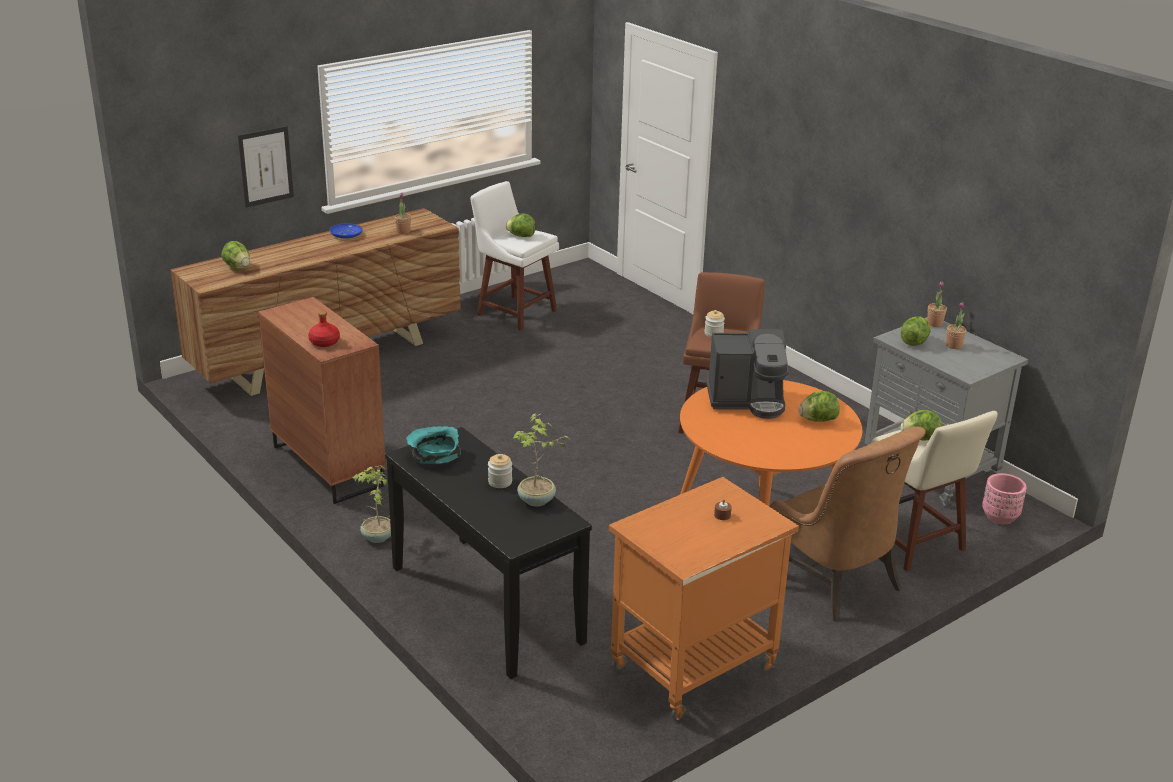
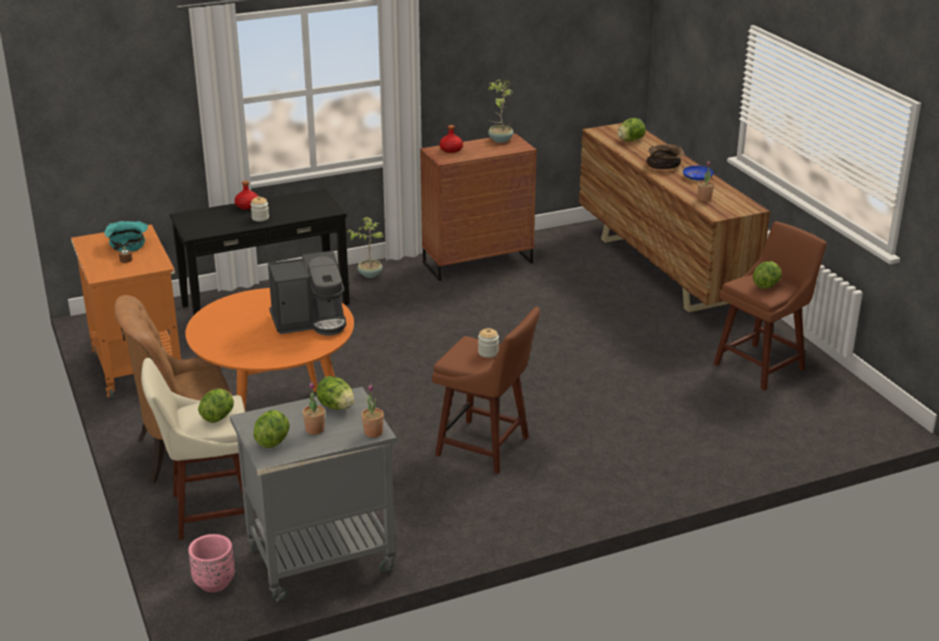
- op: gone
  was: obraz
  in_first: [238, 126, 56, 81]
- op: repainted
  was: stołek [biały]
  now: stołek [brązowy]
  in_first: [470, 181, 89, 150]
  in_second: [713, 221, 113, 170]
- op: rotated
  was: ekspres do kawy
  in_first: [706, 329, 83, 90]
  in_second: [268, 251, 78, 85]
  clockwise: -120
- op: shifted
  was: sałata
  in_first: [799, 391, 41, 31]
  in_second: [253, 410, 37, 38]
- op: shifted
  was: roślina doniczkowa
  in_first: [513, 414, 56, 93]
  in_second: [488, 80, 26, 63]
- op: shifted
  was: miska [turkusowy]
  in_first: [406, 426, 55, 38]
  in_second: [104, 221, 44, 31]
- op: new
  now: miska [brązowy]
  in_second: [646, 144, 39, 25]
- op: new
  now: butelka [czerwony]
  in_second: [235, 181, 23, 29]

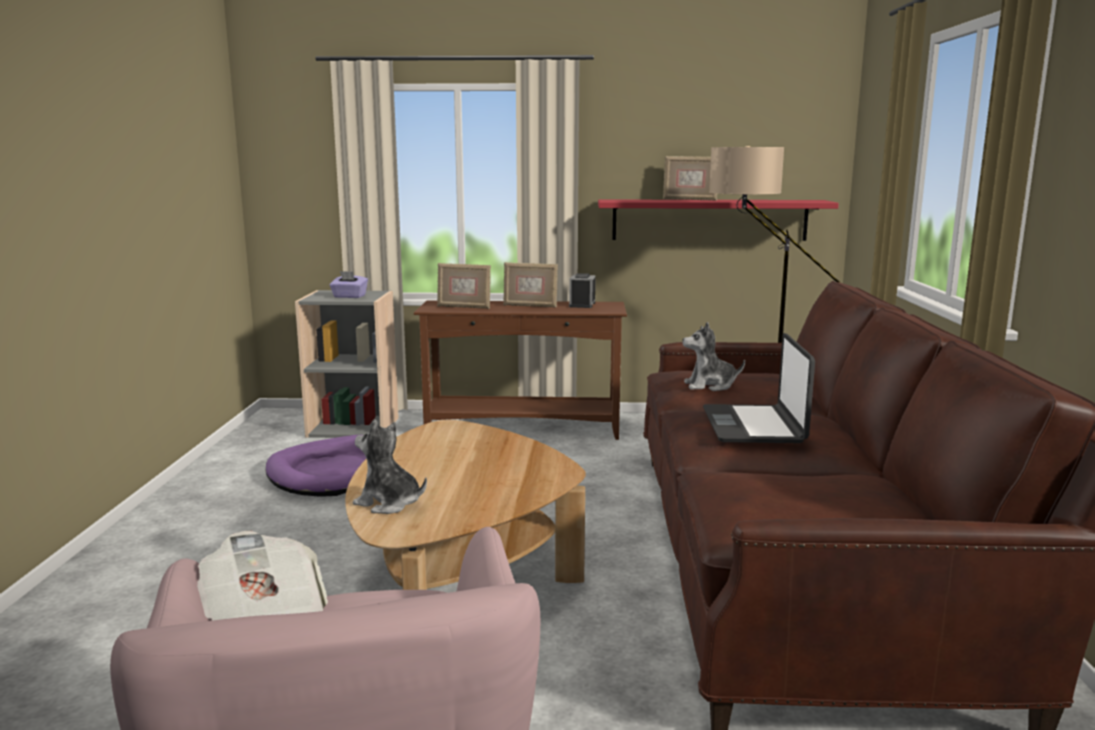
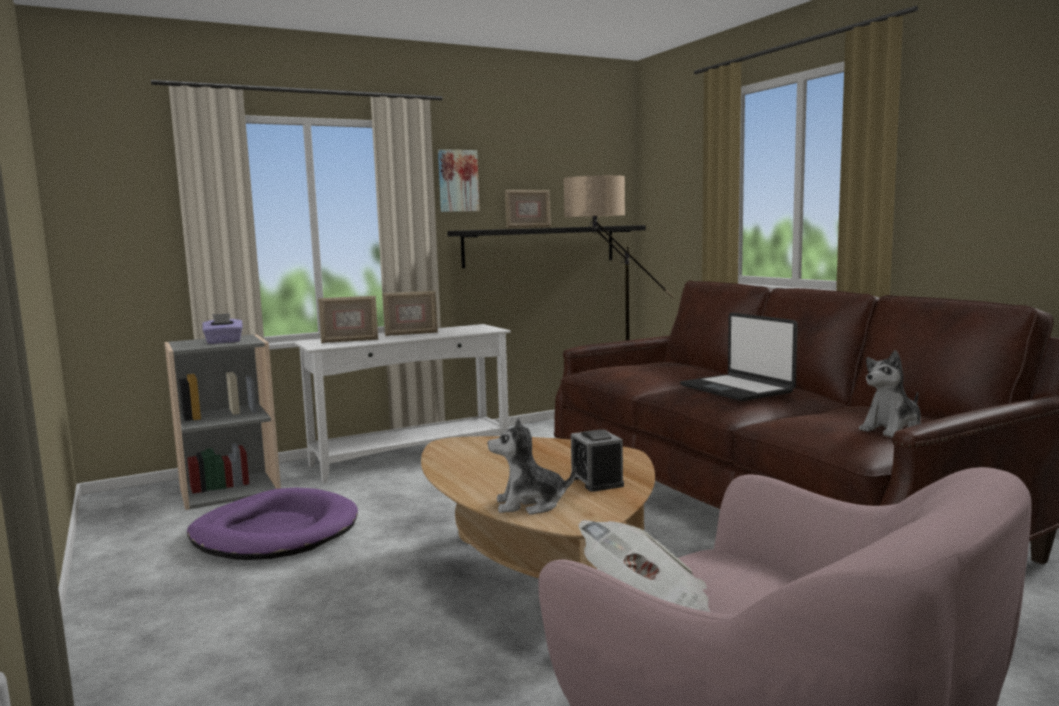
- op: repainted
  was: półka [czerwony]
  now: półka [czarny]
  in_first: [598, 200, 241, 41]
  in_second: [447, 225, 199, 43]
- op: shifted
  was: budzik
  in_first: [569, 273, 27, 35]
  in_second: [571, 429, 53, 63]
- op: repainted
  was: stolik konsolowy [brązowy]
  now: stolik konsolowy [biały]
  in_first: [414, 300, 213, 140]
  in_second: [293, 324, 218, 160]
- op: shifted
  was: pluszak
  in_first: [682, 322, 63, 69]
  in_second: [859, 350, 62, 87]
- op: new
  now: obraz
  in_second: [438, 149, 42, 63]

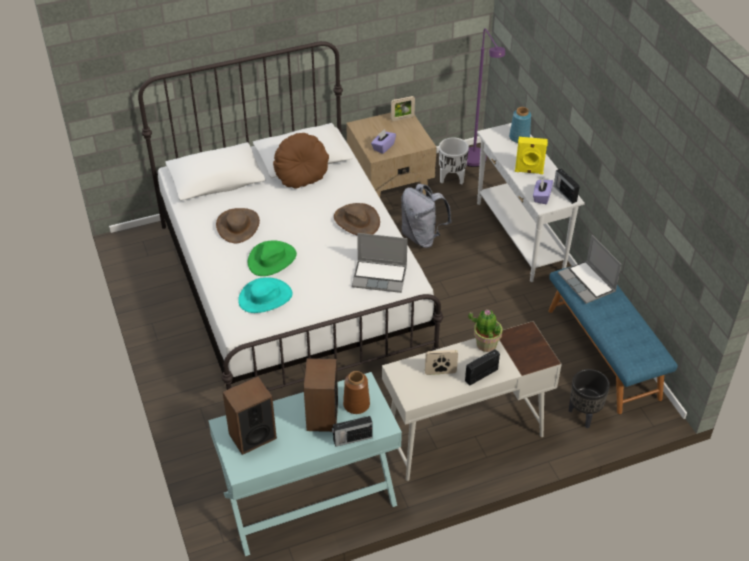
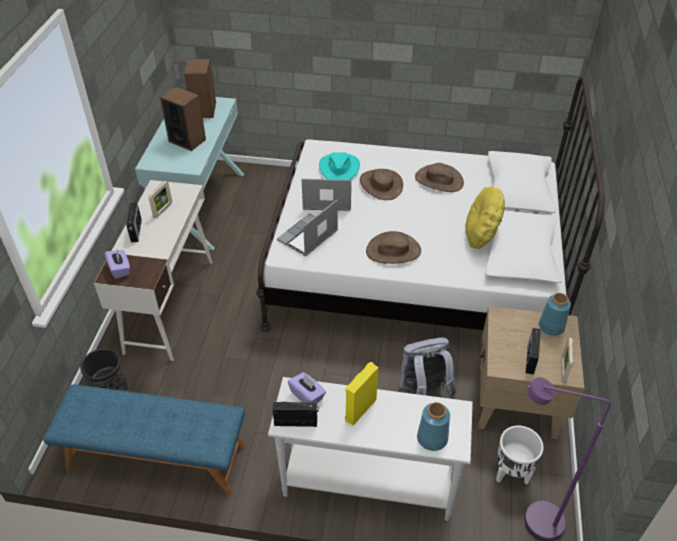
- op: shifted
  was: pudełko chusteczek [fioletowy]
  in_first: [371, 129, 25, 25]
  in_second: [105, 248, 25, 31]
- op: repainted
  was: poduszka [brązowy]
  now: poduszka [żółty]
  in_first: [273, 133, 56, 56]
  in_second: [465, 187, 40, 62]
- op: shifted
  was: laptop
  in_first: [558, 235, 64, 69]
  in_second: [301, 179, 51, 32]
- op: repainted
  was: kapelusz [zielony]
  now: kapelusz [brązowy]
  in_first: [248, 240, 49, 36]
  in_second: [360, 169, 43, 31]
- op: gone
  was: roślina doniczkowa
  in_first: [468, 309, 35, 43]
- op: gone
  was: wazon [brązowy]
  in_first: [343, 371, 27, 43]
- op: shifted
  was: radio
  in_first: [332, 416, 40, 31]
  in_second: [526, 328, 15, 47]
- op: new
  now: wazon [niebieski]
  in_second: [539, 293, 32, 43]

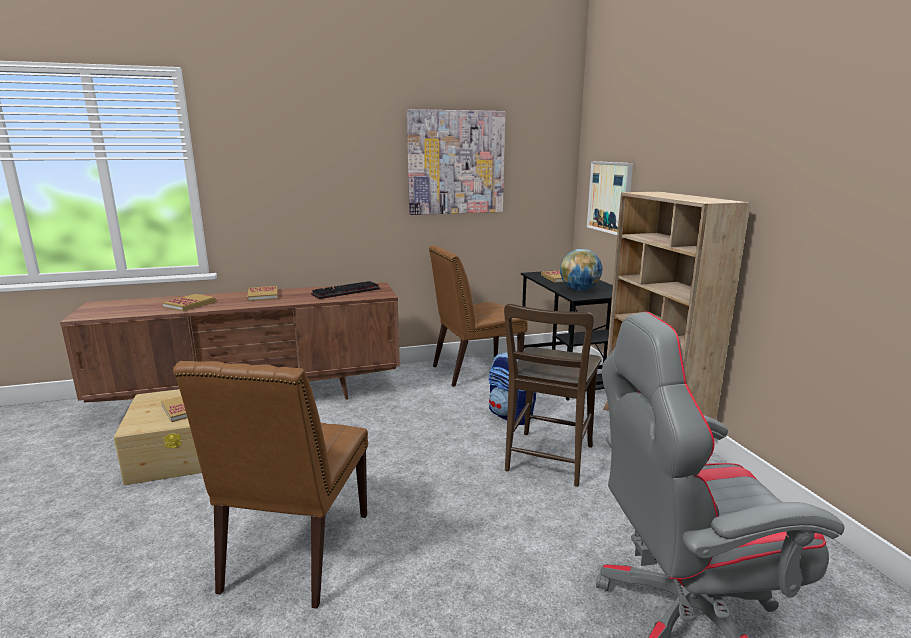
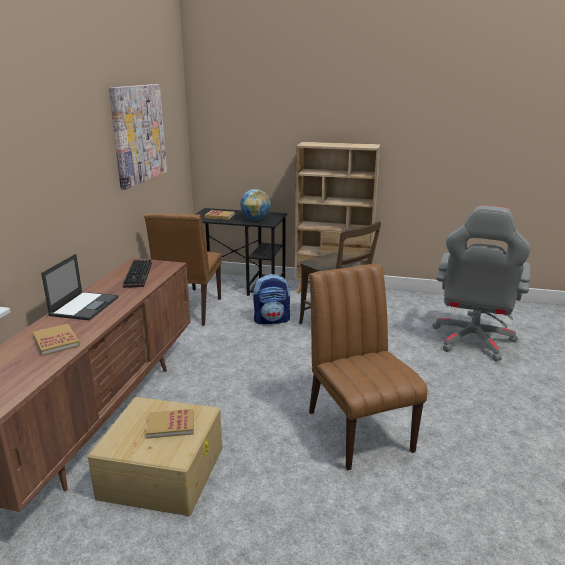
- op: gone
  was: obraz
  in_first: [587, 161, 46, 74]
- op: swapped
  was: książka
  now: laptop
  in_first: [247, 286, 30, 15]
  in_second: [41, 254, 78, 67]
- op: rotated
  was: krzesło [brązowy]
  in_first: [173, 361, 195, 248]
  in_second: [309, 264, 118, 206]
  clockwise: -150

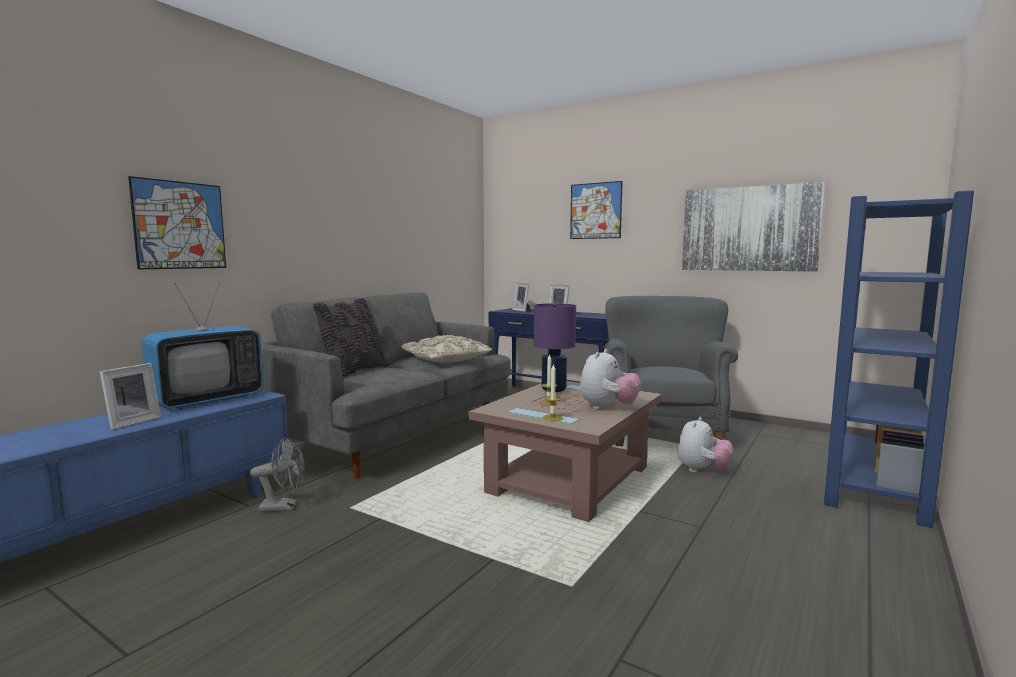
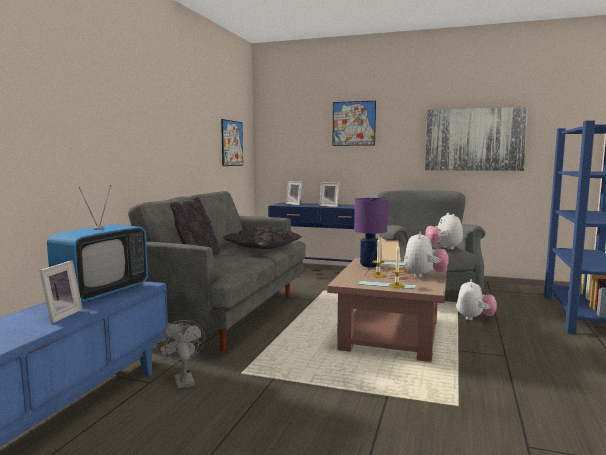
- op: shifted
  was: obraz
  in_first: [128, 176, 98, 93]
  in_second: [221, 119, 22, 47]
- op: repainted
  was: poduszka [beżowy]
  now: poduszka [czarny]
  in_first: [401, 335, 91, 28]
  in_second: [223, 226, 78, 23]
- op: rotated
  was: wentylator [szary]
  in_first: [250, 438, 55, 74]
  in_second: [156, 320, 49, 69]
  clockwise: -90
- op: new
  now: pluszak
  in_second: [425, 212, 38, 38]

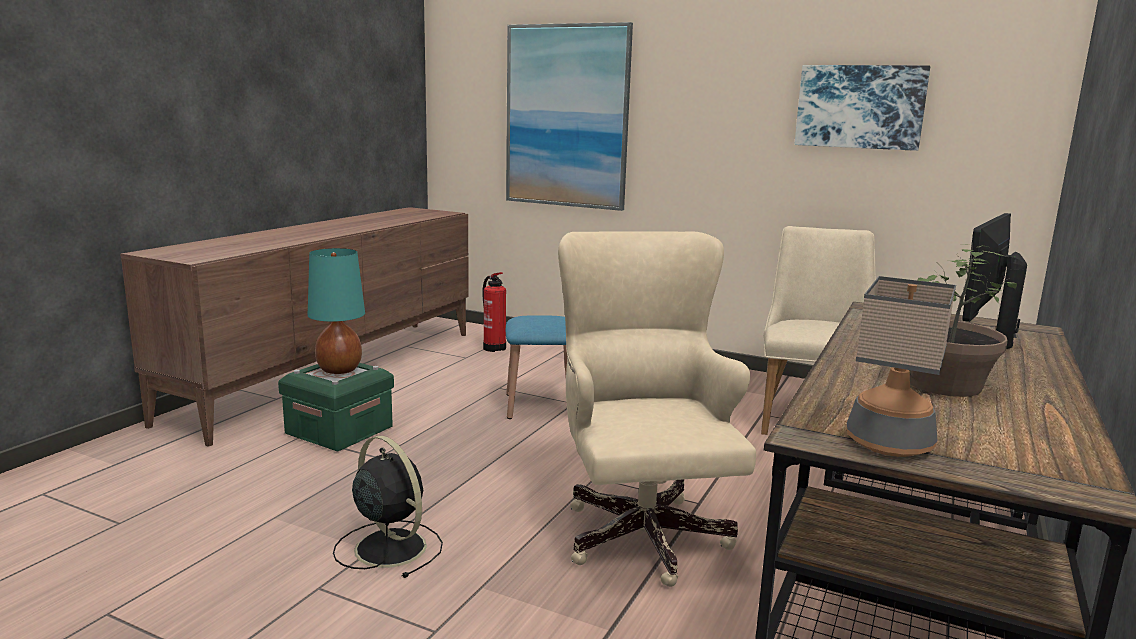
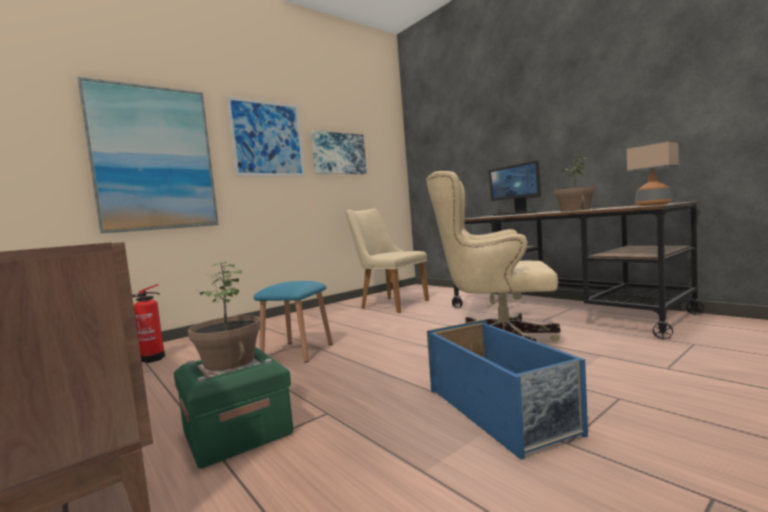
- op: swapped
  was: lampa stołowa [turkusowy]
  now: roślina doniczkowa
  in_first: [308, 248, 57, 126]
  in_second: [188, 261, 73, 110]
- op: swapped
  was: wentylator [czarny]
  now: pojemnik do przechowywania [niebieski]
  in_first: [333, 436, 110, 142]
  in_second: [427, 319, 161, 140]
- op: new
  now: obraz
  in_second: [226, 96, 79, 80]

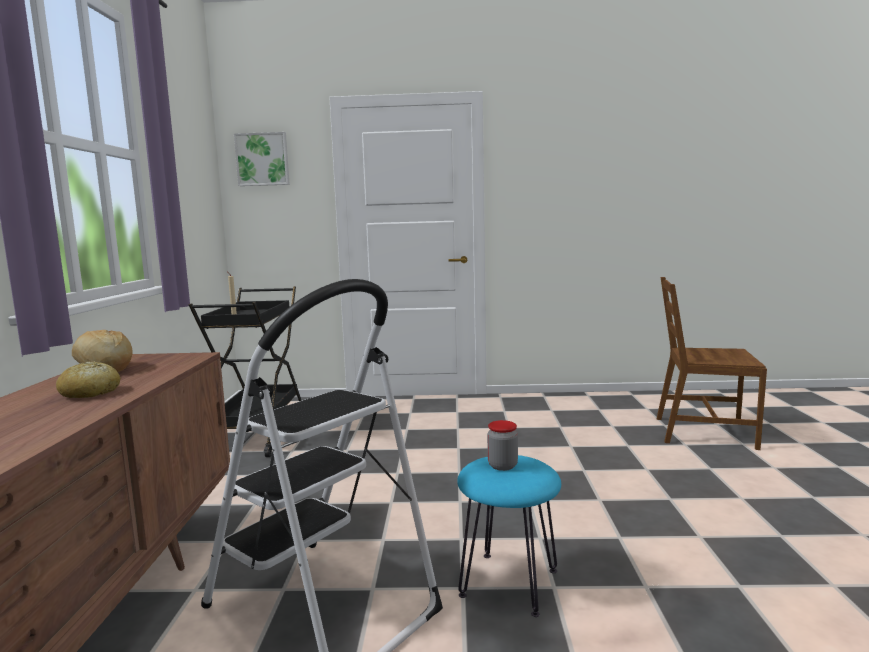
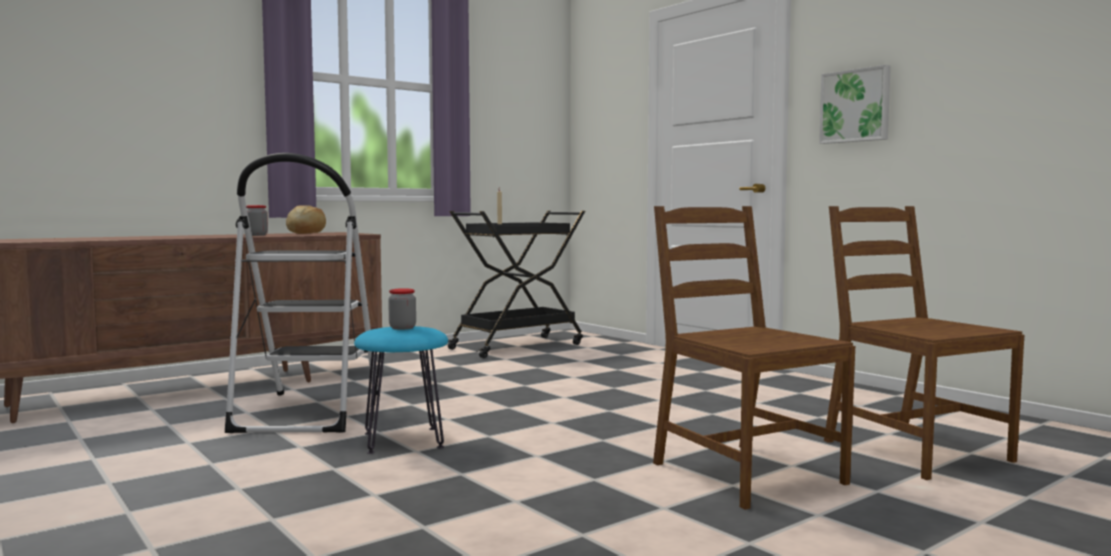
- op: shifted
  was: obraz
  in_first: [234, 132, 56, 54]
  in_second: [819, 65, 72, 79]
- op: swapped
  was: chleb
  now: słoik
  in_first: [56, 361, 65, 37]
  in_second: [246, 205, 22, 31]
- op: new
  now: krzesło [brązowy]
  in_second: [653, 206, 202, 304]

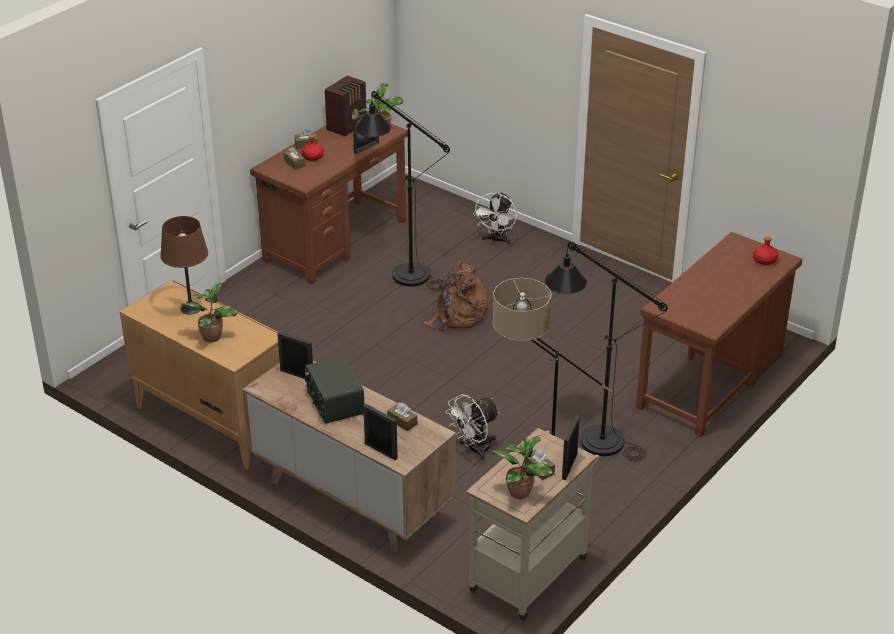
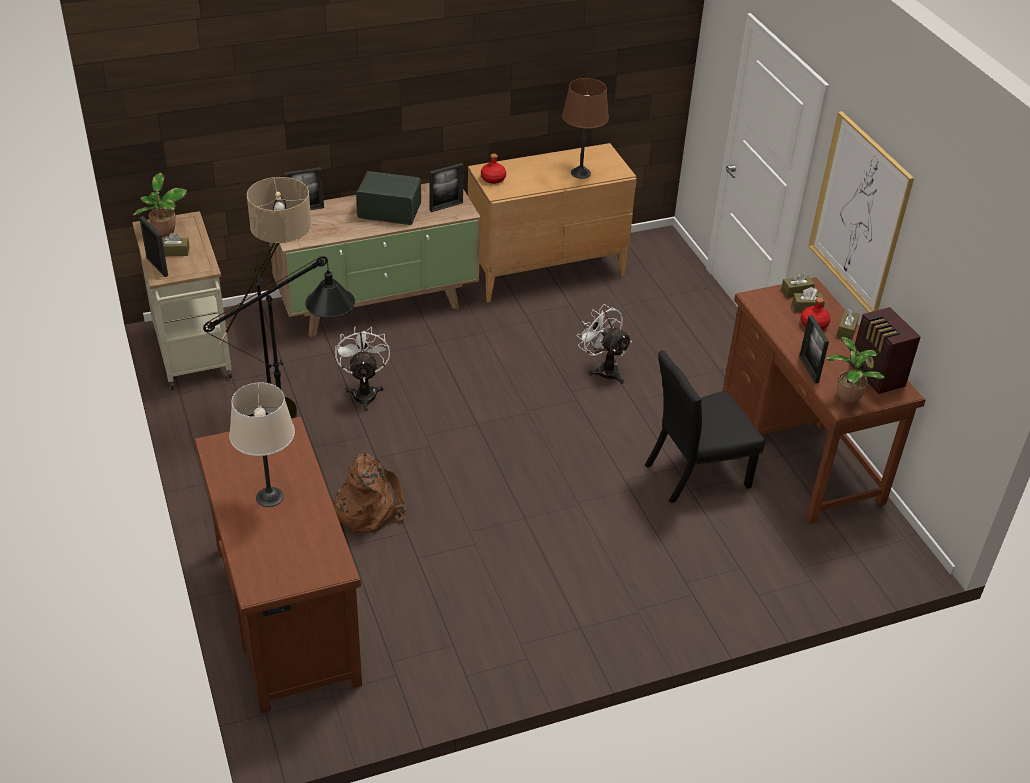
- op: swapped
  was: lampa stojąca [czarny]
  now: krzesło [czarny]
  in_first: [355, 91, 95, 201]
  in_second: [645, 350, 120, 153]
- op: shifted
  was: wentylator [biały]
  in_first: [473, 192, 44, 52]
  in_second: [577, 304, 55, 80]
- op: shifted
  was: butelka [czerwony]
  in_first: [753, 236, 25, 29]
  in_second: [481, 154, 25, 30]
- op: shifted
  was: plecak [brązowy]
  in_first: [424, 260, 63, 72]
  in_second: [333, 453, 73, 80]
- op: gone
  was: roślina doniczkowa
  in_first: [181, 283, 58, 59]
- op: shifted
  was: pudełko chusteczek [brązowy]
  in_first: [387, 403, 30, 28]
  in_second: [781, 272, 34, 26]
- op: new
  now: obraz
  in_second: [808, 111, 106, 201]
- op: new
  now: lampa stołowa [beżowy]
  in_second: [229, 383, 66, 124]

